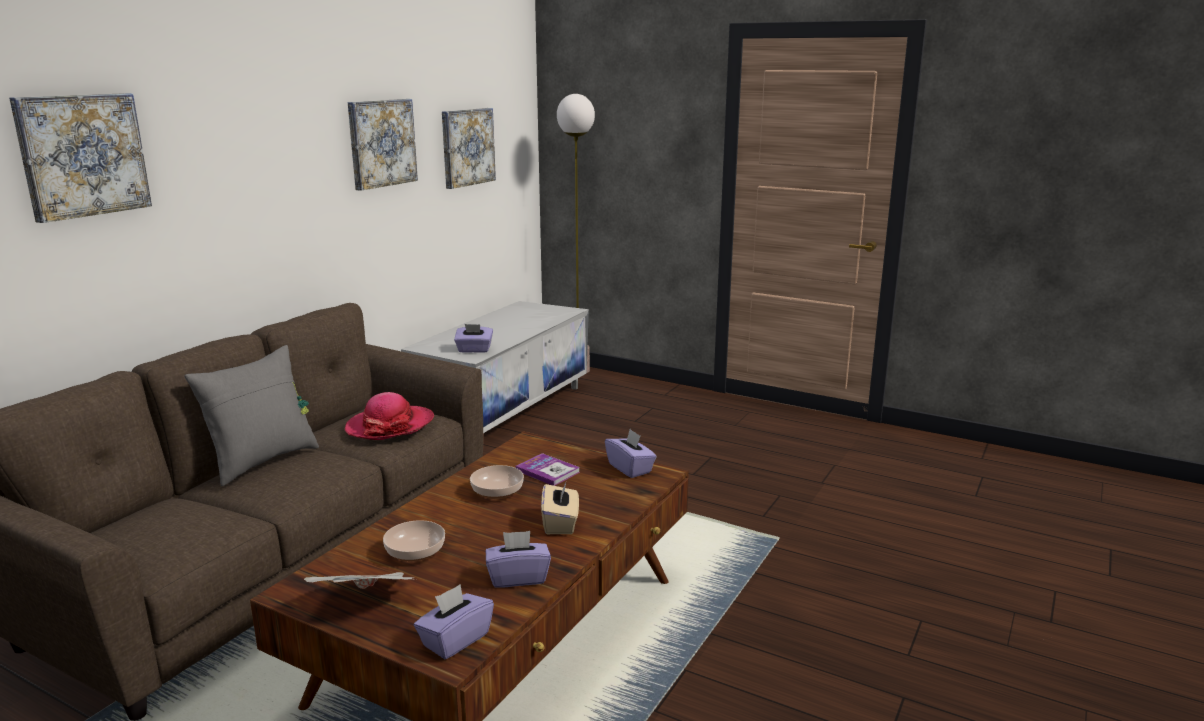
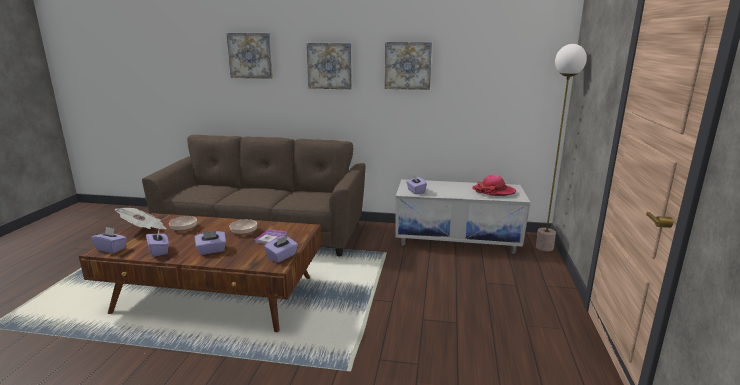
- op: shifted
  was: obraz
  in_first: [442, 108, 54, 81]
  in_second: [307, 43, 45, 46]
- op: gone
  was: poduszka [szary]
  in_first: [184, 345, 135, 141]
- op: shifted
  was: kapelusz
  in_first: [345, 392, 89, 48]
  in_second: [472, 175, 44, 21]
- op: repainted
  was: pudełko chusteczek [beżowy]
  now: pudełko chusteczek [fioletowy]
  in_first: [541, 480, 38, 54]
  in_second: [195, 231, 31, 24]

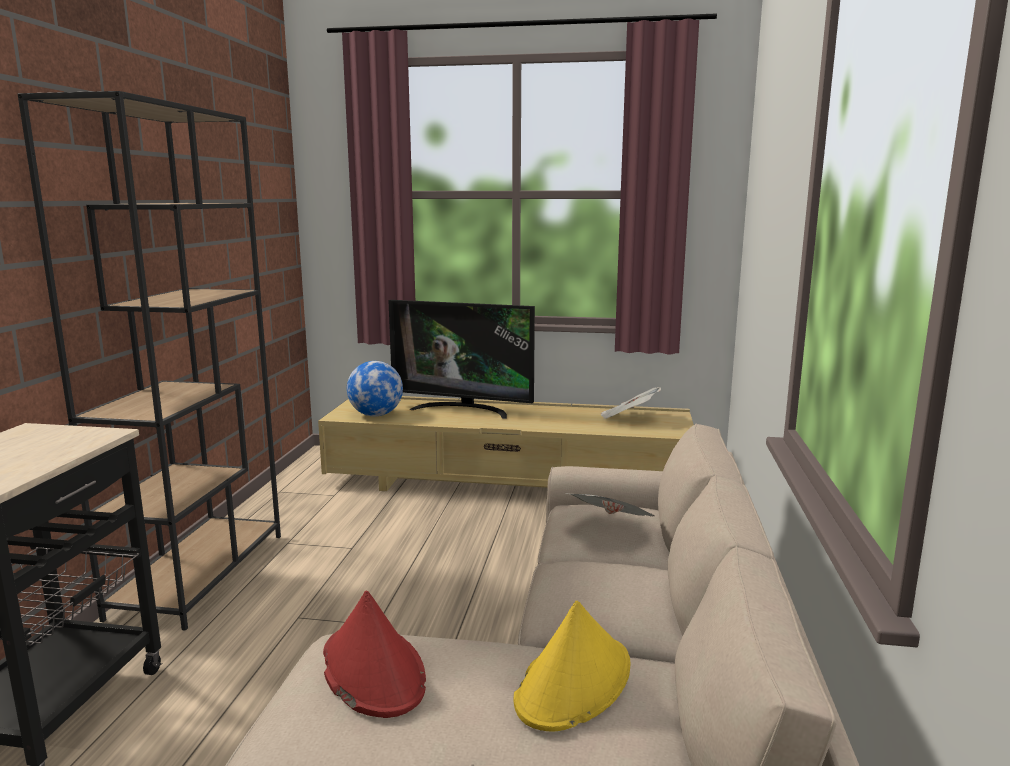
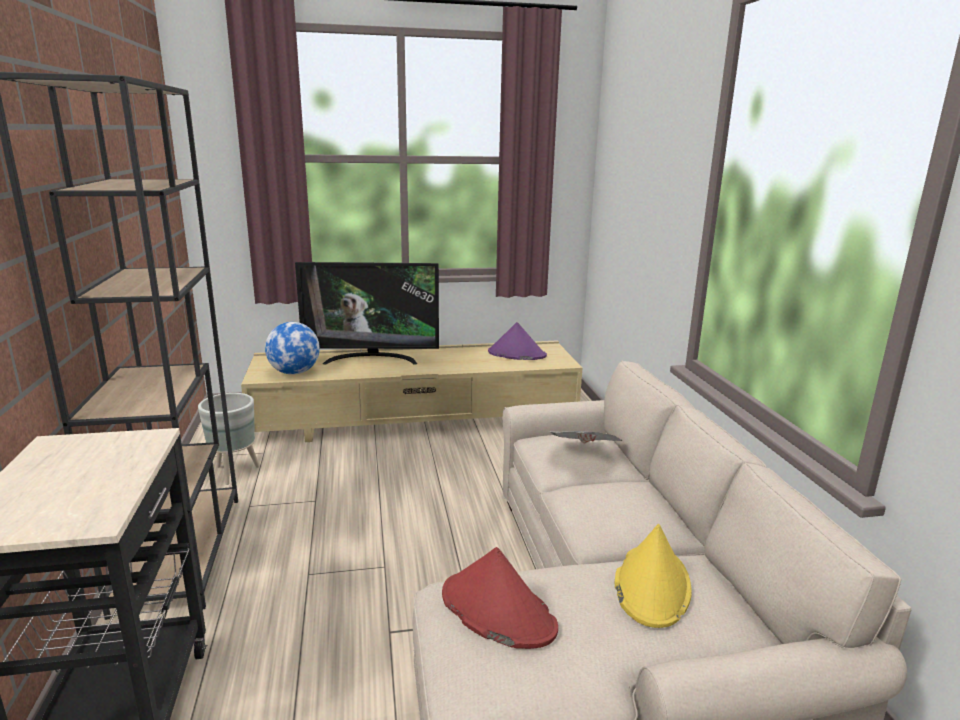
- op: swapped
  was: gazeta
  now: kapelusz [fioletowy]
  in_first: [601, 387, 60, 32]
  in_second: [488, 322, 59, 38]
- op: new
  now: donica [szary]
  in_second: [198, 393, 62, 92]

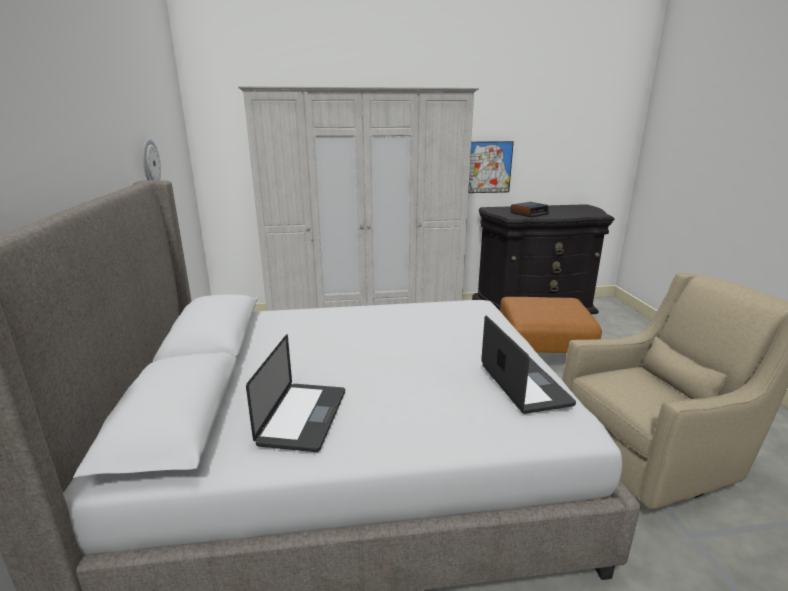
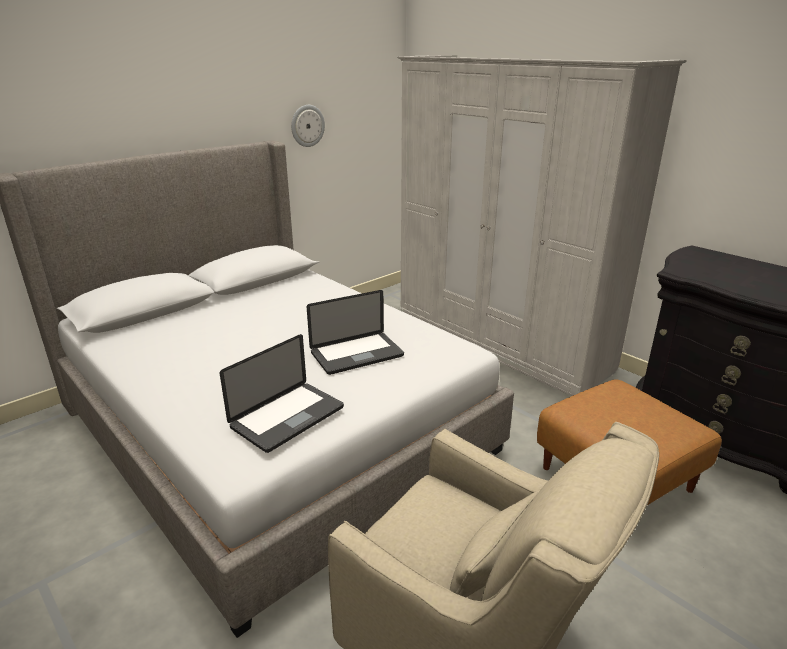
- op: gone
  was: obraz
  in_first: [468, 141, 46, 52]
- op: gone
  was: budzik
  in_first: [510, 202, 39, 15]
- op: shifted
  was: laptop
  in_first: [246, 334, 99, 118]
  in_second: [307, 290, 97, 85]

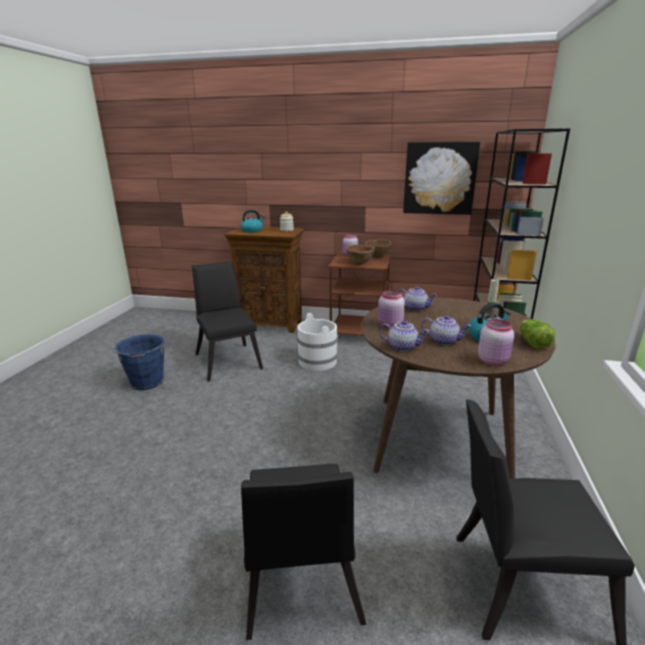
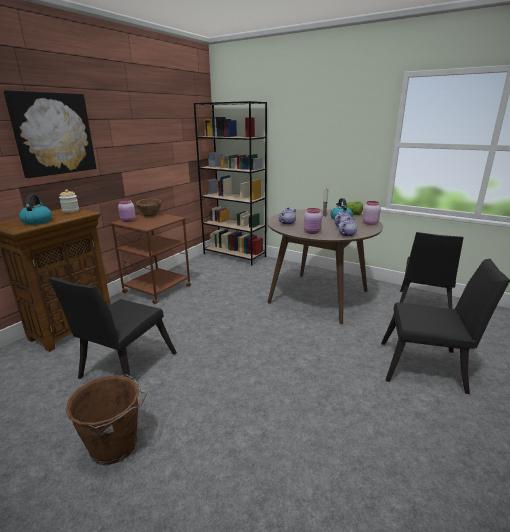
- op: shifted
  was: obraz
  in_first: [403, 142, 77, 73]
  in_second: [4, 90, 93, 88]
- op: gone
  was: miska [brązowy]
  in_first: [346, 245, 29, 20]
- op: rotated
  was: krzesło [czarny]
  in_first: [192, 261, 71, 120]
  in_second: [49, 277, 128, 102]
  clockwise: -60
- op: gone
  was: wiadro [biały]
  in_first: [297, 313, 41, 58]
- op: repainted
  was: wiadro [niebieski]
  now: wiadro [brązowy]
  in_first: [112, 334, 54, 56]
  in_second: [66, 374, 81, 91]

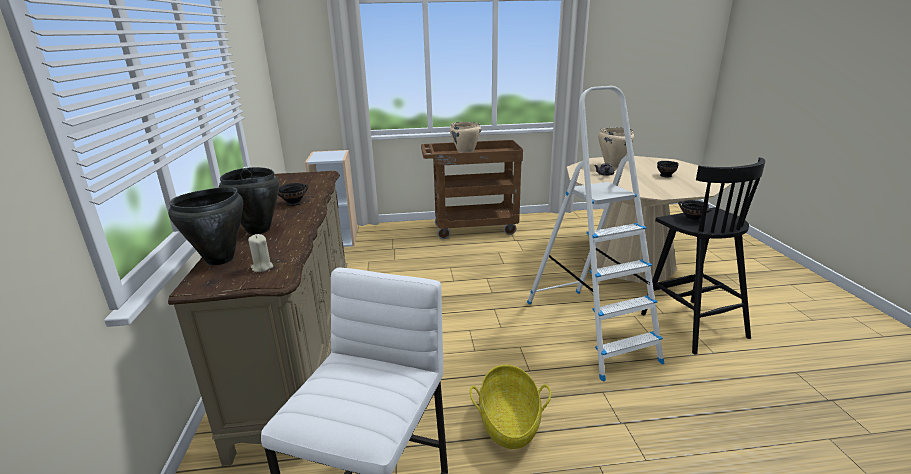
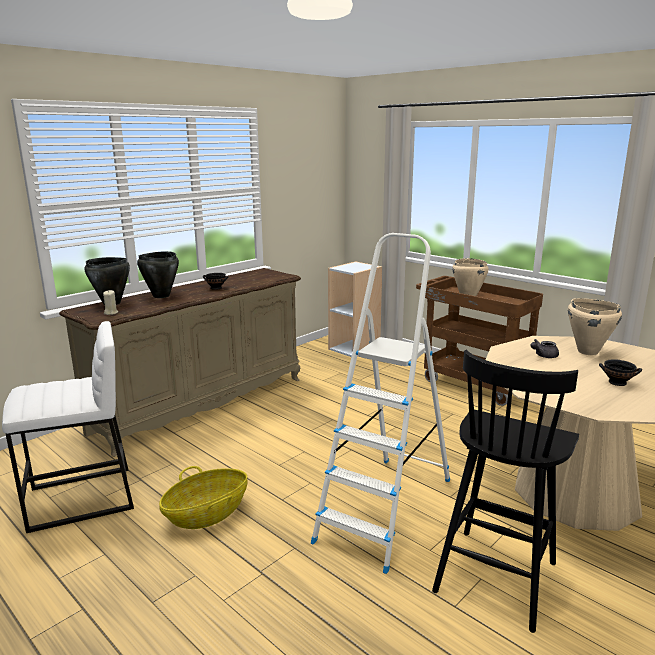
- op: gone
  was: miska [czarny]
  in_first: [678, 200, 34, 22]

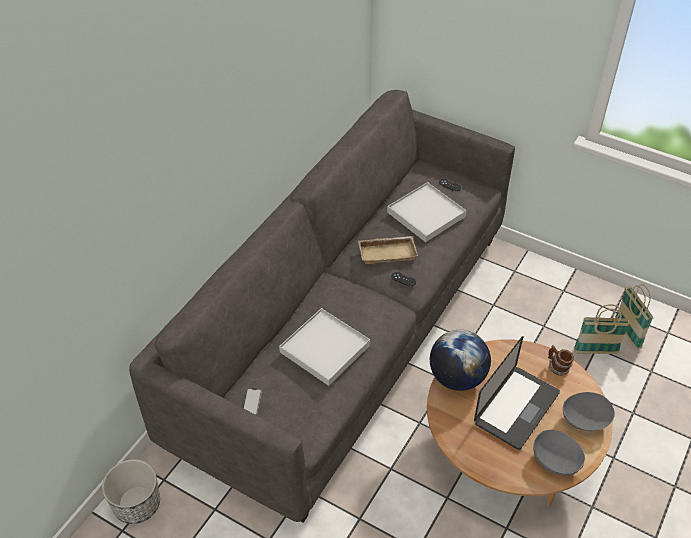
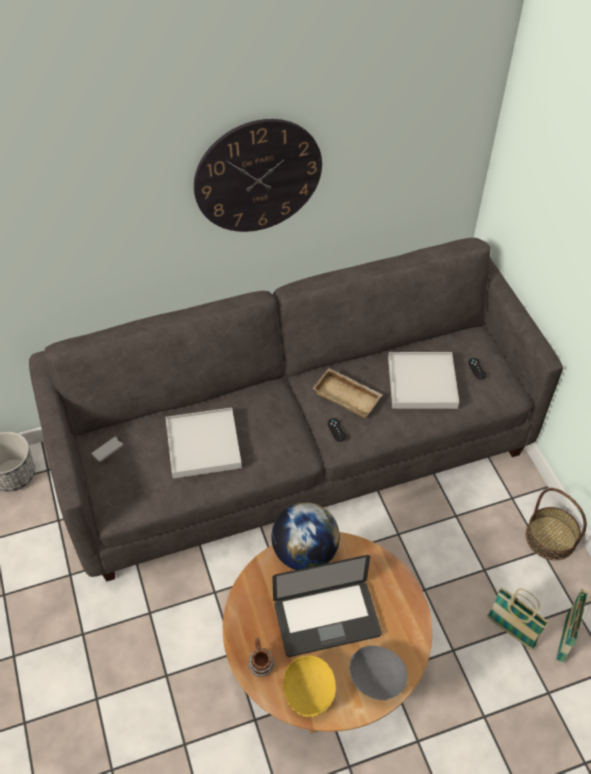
- op: shifted
  was: kubek
  in_first: [548, 345, 26, 30]
  in_second: [248, 637, 27, 40]
- op: repainted
  was: miska [szary]
  now: miska [żółty]
  in_first: [533, 429, 52, 47]
  in_second: [283, 655, 53, 62]
- op: new
  now: zegar ścienny
  in_second: [194, 119, 128, 113]
- op: new
  now: koszyk
  in_second: [526, 488, 61, 72]

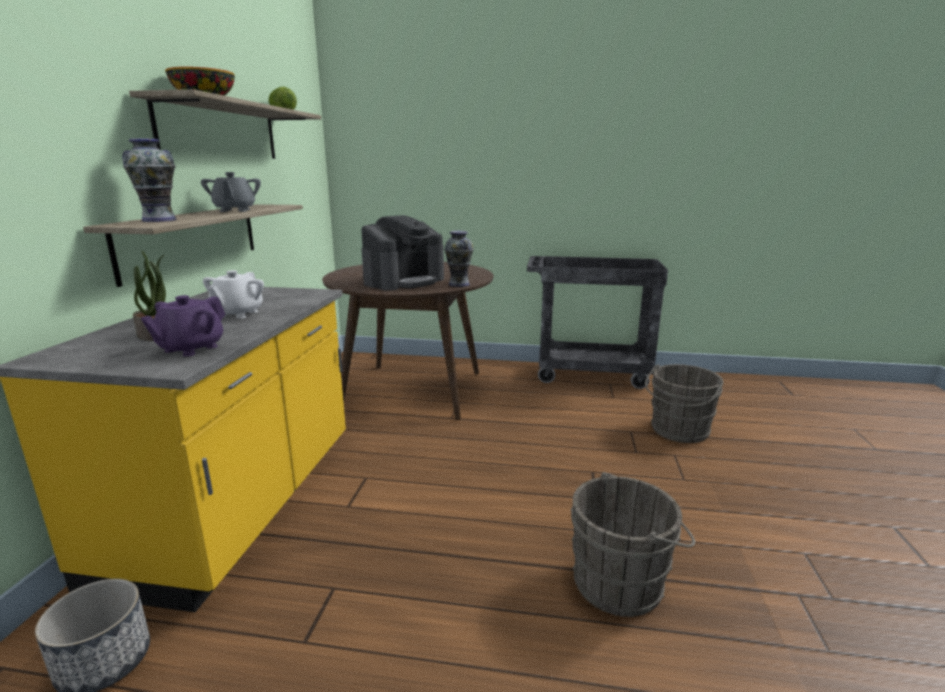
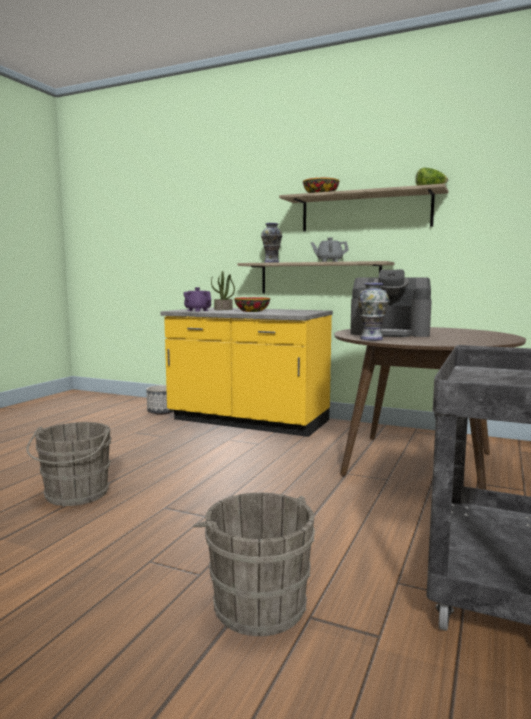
- op: rotated
  was: ekspres do kawy
  in_first: [361, 215, 83, 76]
  in_second: [350, 270, 82, 67]
  clockwise: -45
- op: swapped
  was: imbryk [biały]
  now: miska
  in_first: [203, 270, 61, 49]
  in_second: [234, 297, 36, 15]

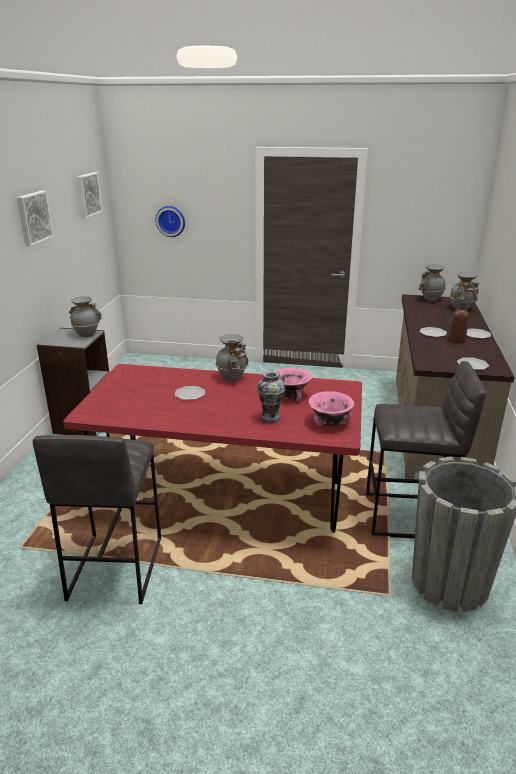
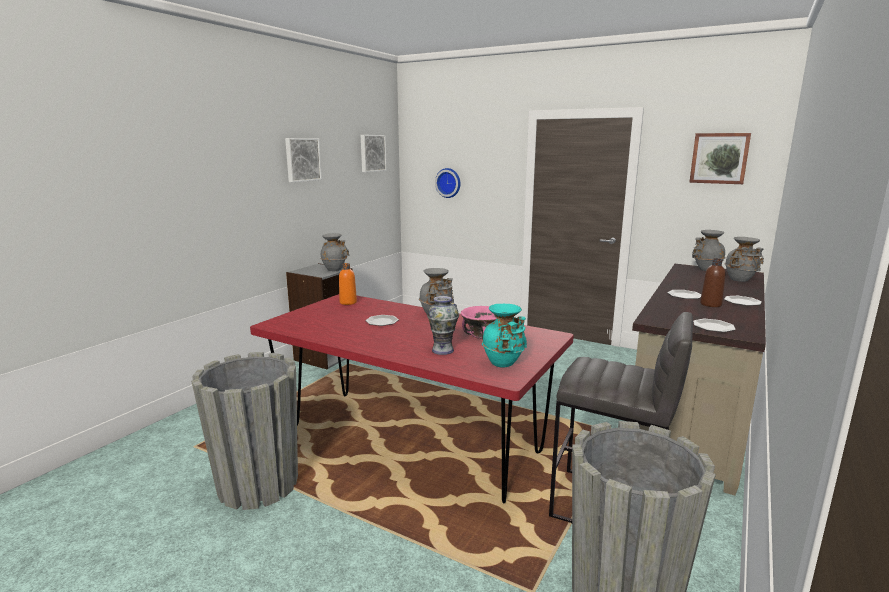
- op: swapped
  was: miska [różowy]
  now: wazon [turkusowy]
  in_first: [309, 391, 45, 35]
  in_second: [482, 304, 45, 64]
- op: swapped
  was: stołek [szary]
  now: donica [szary]
  in_first: [33, 435, 128, 169]
  in_second: [191, 352, 107, 158]
- op: new
  now: obraz
  in_second: [689, 133, 62, 51]
- op: new
  now: butelka [pomarańczowy]
  in_second: [339, 263, 18, 42]

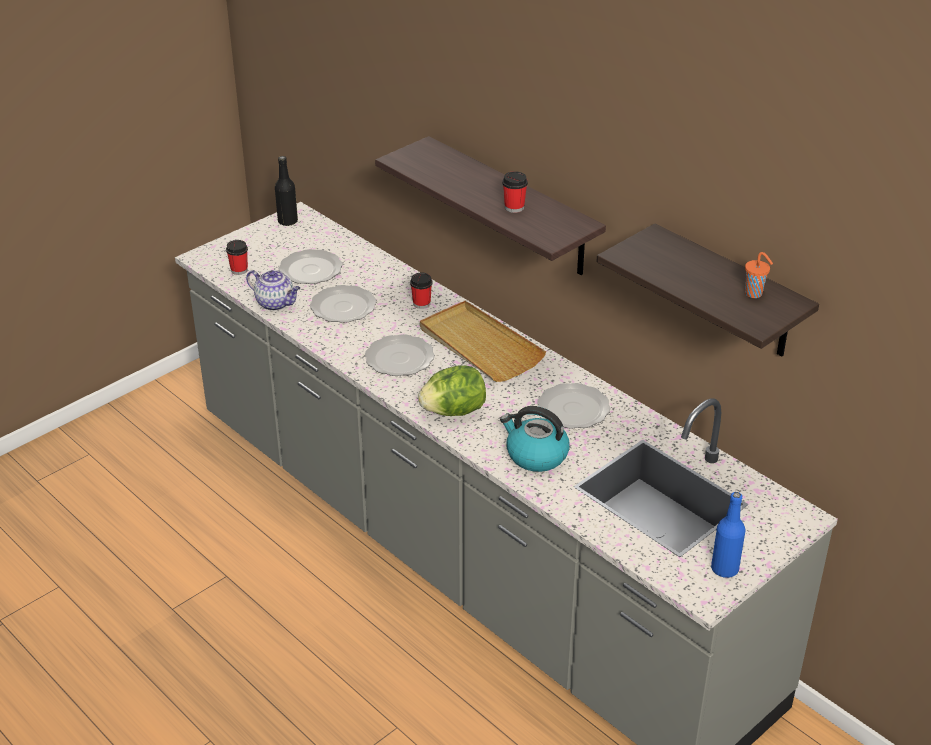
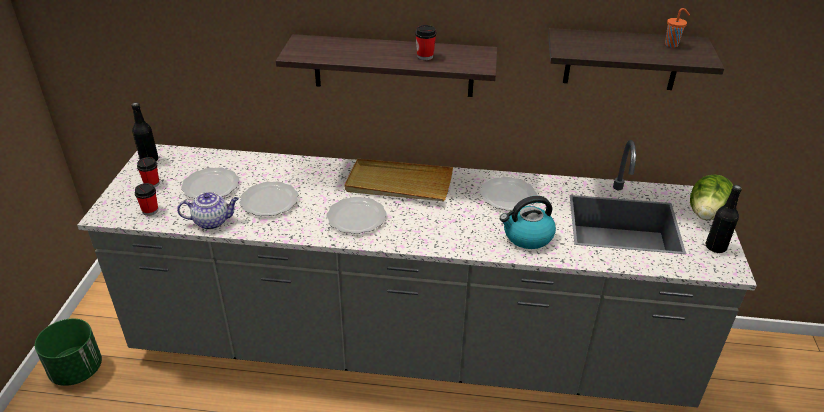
- op: shifted
  was: filiżanka
  in_first: [410, 273, 23, 36]
  in_second: [137, 157, 22, 30]
- op: shifted
  was: sałata
  in_first: [418, 365, 68, 51]
  in_second: [690, 174, 43, 46]
- op: repainted
  was: butelka [niebieski]
  now: butelka [czarny]
  in_first: [711, 492, 35, 86]
  in_second: [706, 185, 36, 68]
- op: new
  now: donica [zielony]
  in_second: [35, 318, 67, 68]

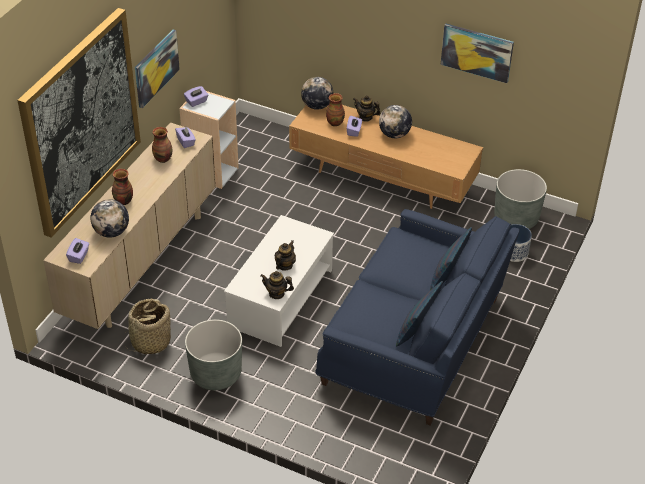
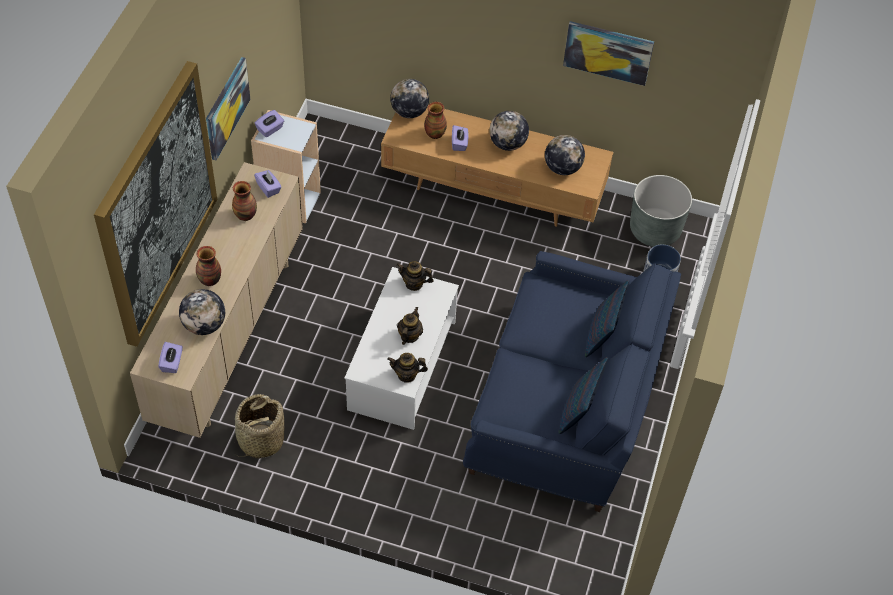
- op: shifted
  was: imbryk
  in_first: [353, 95, 28, 27]
  in_second: [397, 261, 37, 30]
- op: gone
  was: donica [szary]
  in_first: [185, 319, 57, 71]
- op: new
  now: globus
  in_second: [545, 135, 40, 40]

